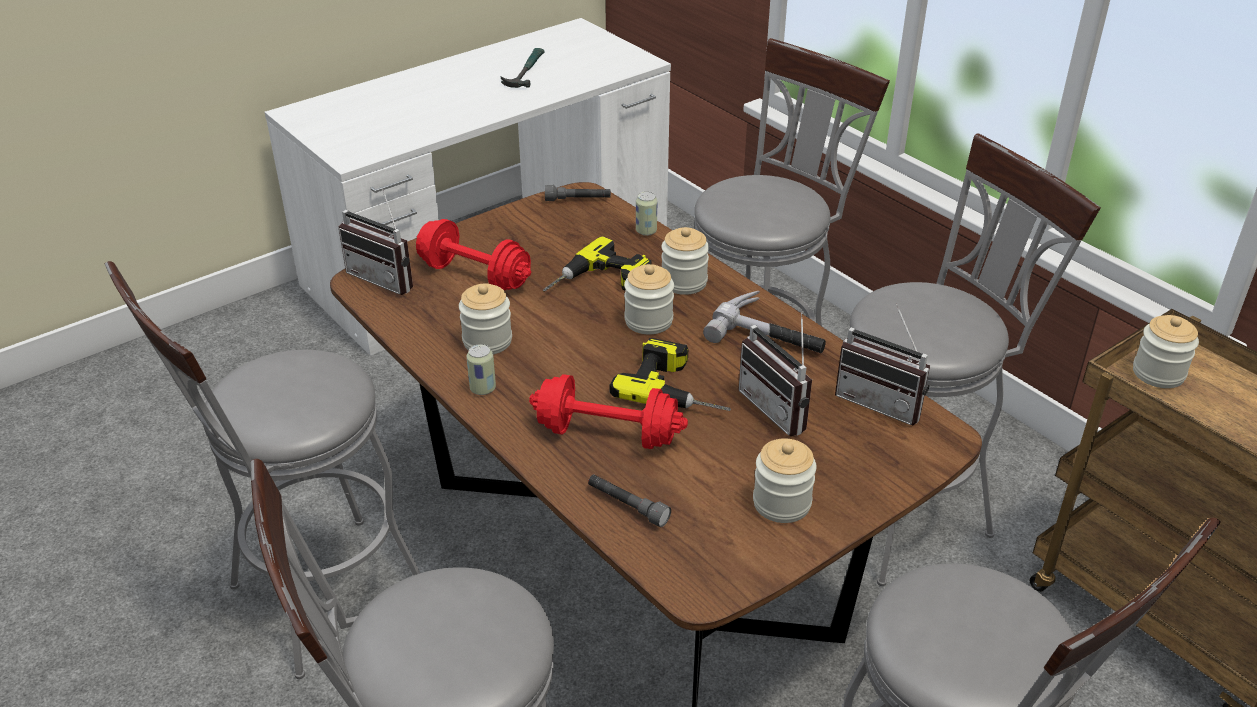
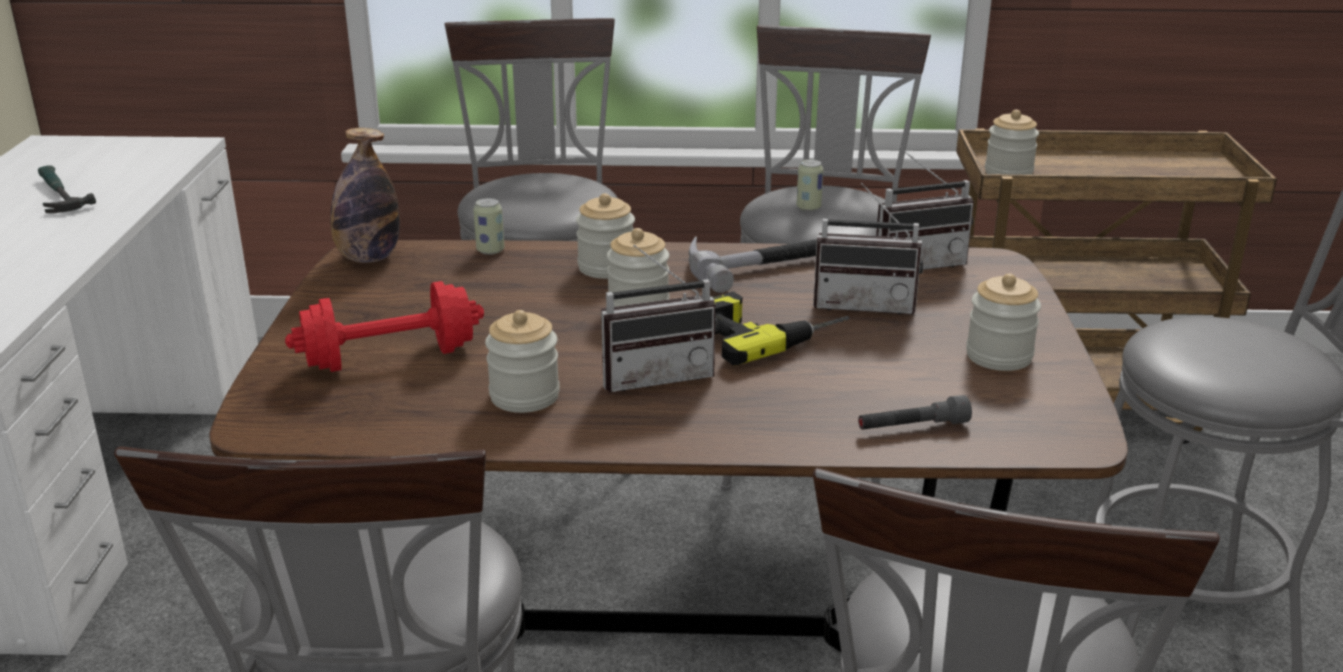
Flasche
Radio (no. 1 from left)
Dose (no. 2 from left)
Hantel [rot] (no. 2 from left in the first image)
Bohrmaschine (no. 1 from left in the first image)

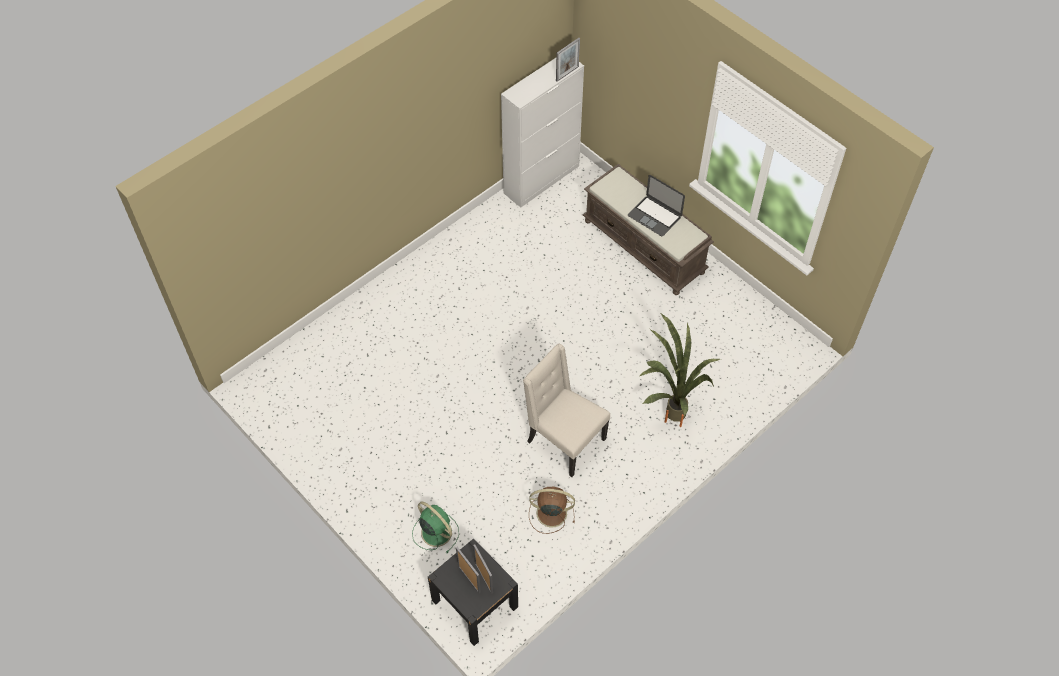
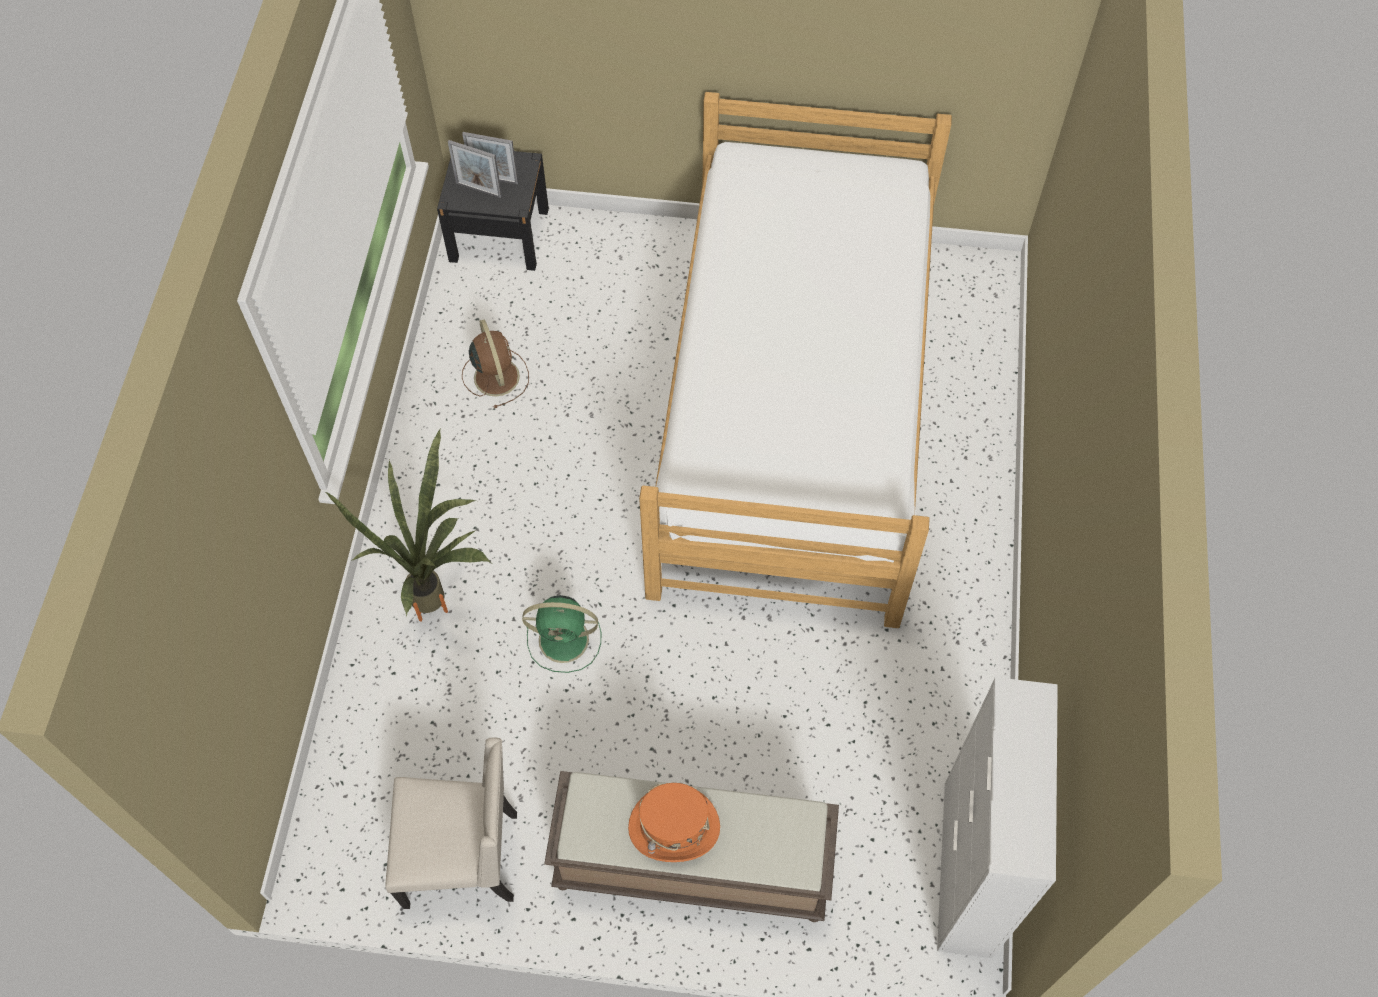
Stuhl [beige]
Ventilator [braun]
Ventilator [grün]
Hut [orange]
Bett
Bilderrahmen (no. 3 from left in the first image)

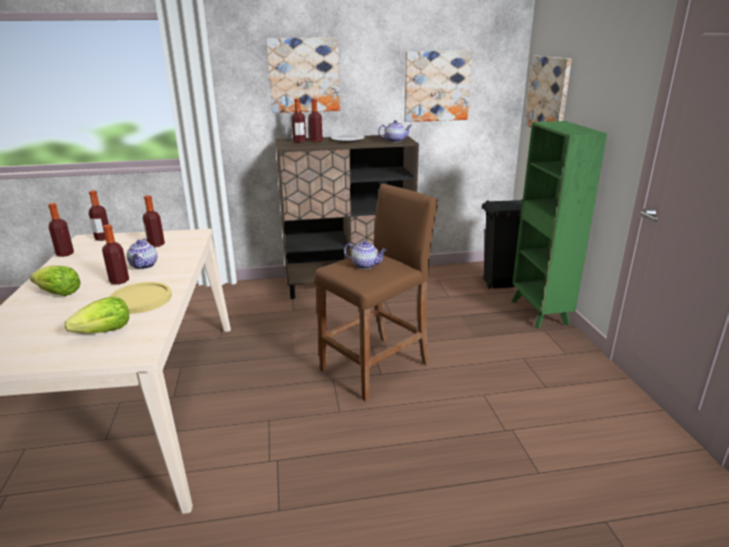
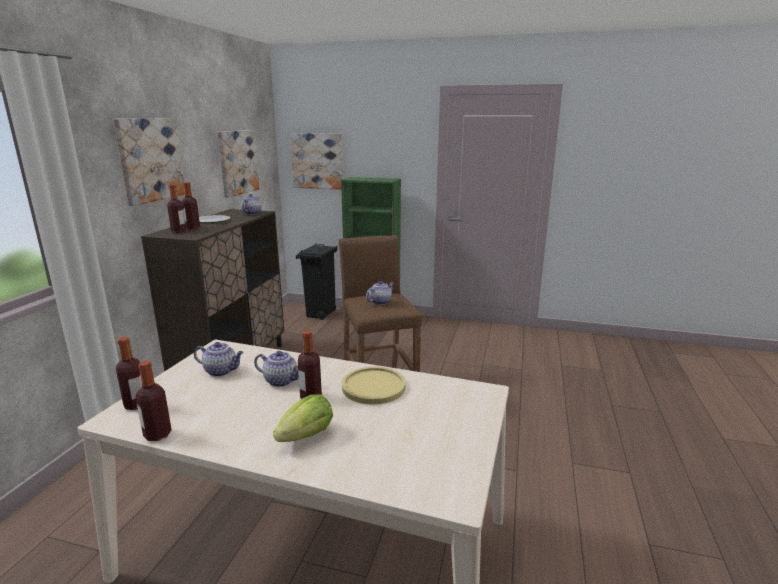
Teekanne (no. 1 from left)
Salatkopf (no. 2 from left in the first image)

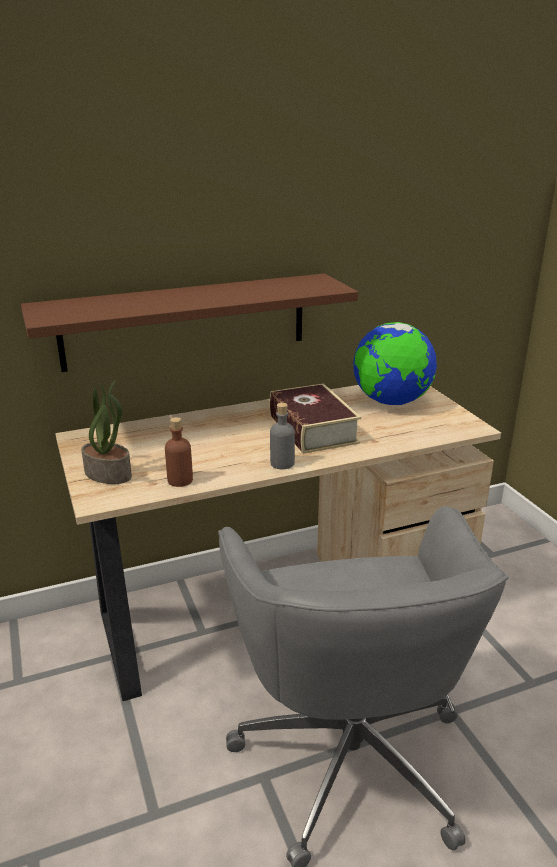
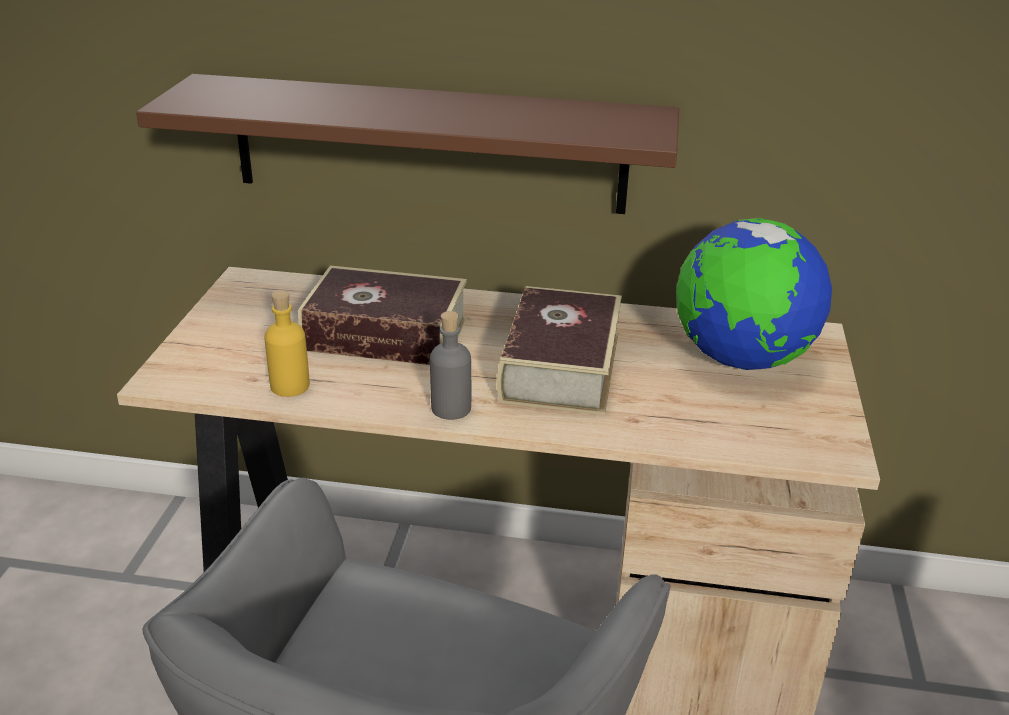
Flasche [gelb]
Buch (no. 1 from left)
Topfpflanze

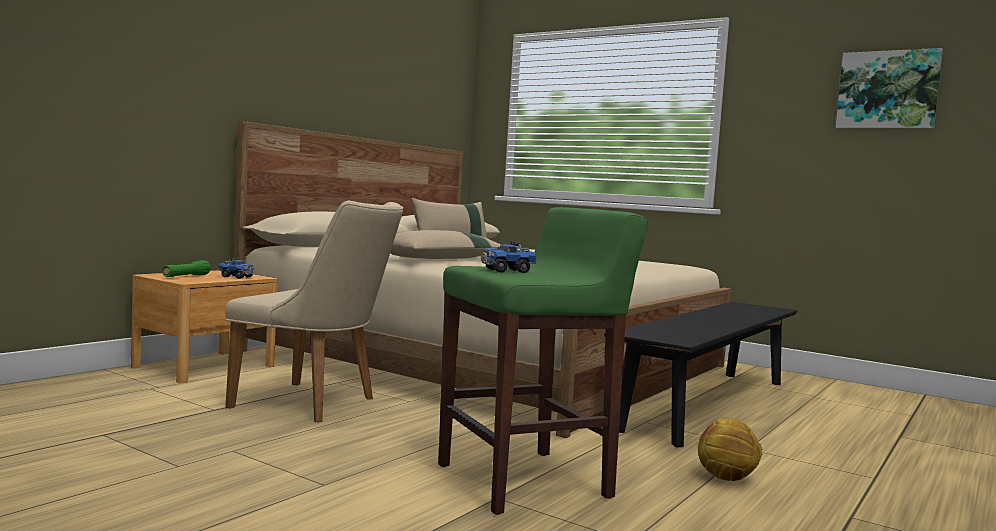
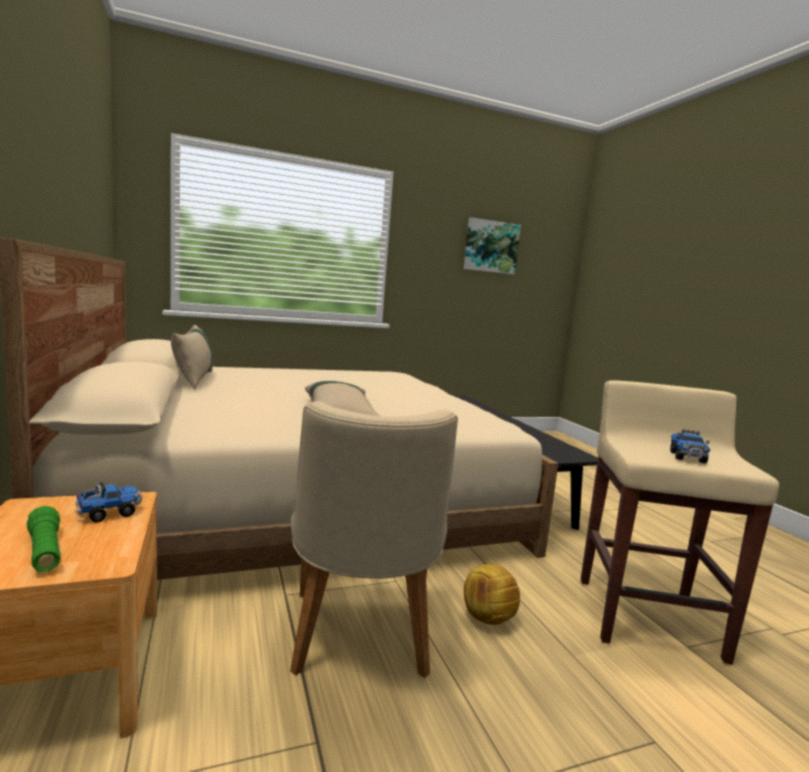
Stuhl [beige]
Fußball
Hocker [beige]

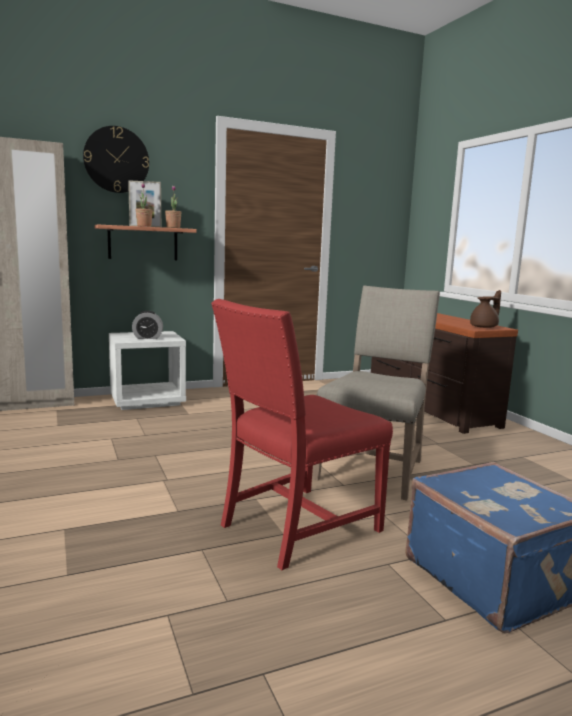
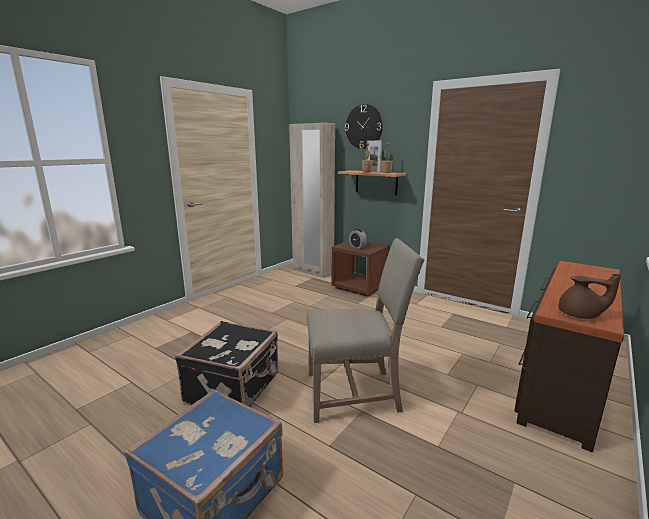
Koffer [schwarz]
Nachttisch [braun]

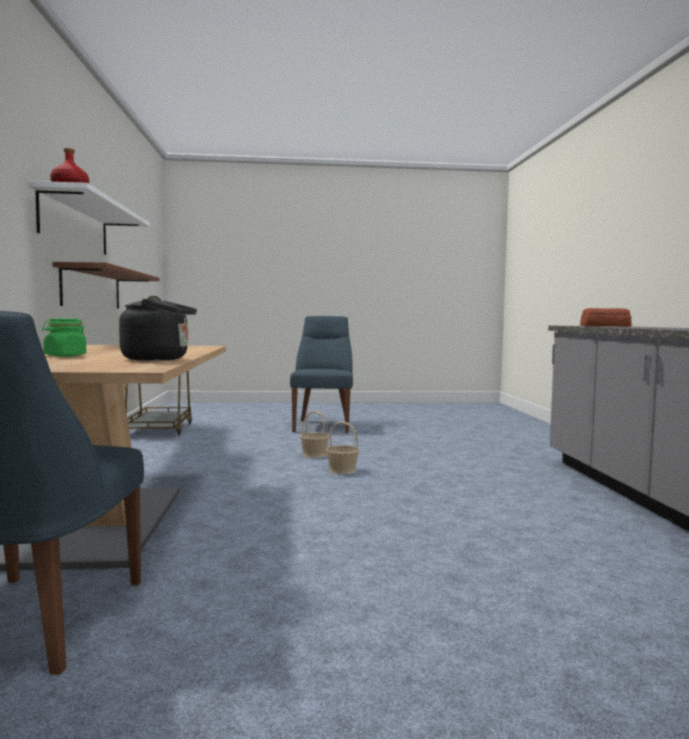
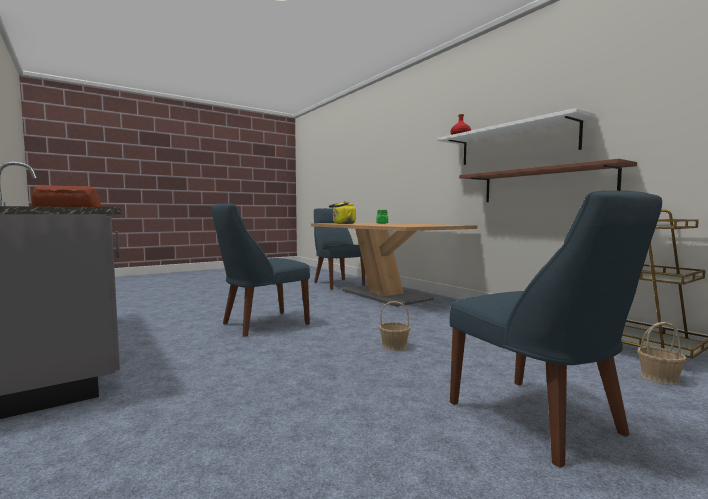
Stuhl [blau] (no. 1 from left)
Wasserkessel [gelb]
Korb (no. 2 from left)

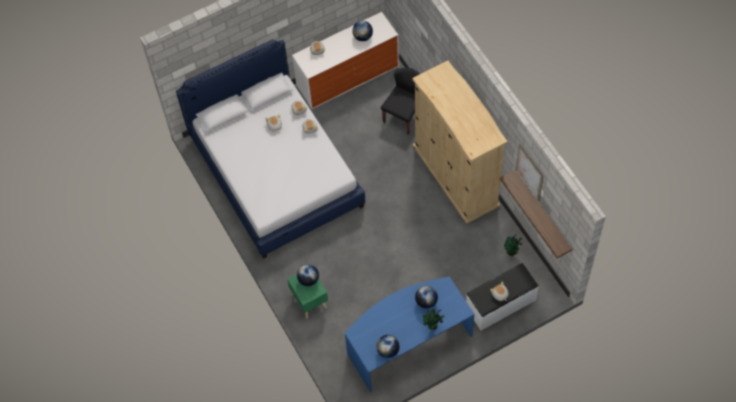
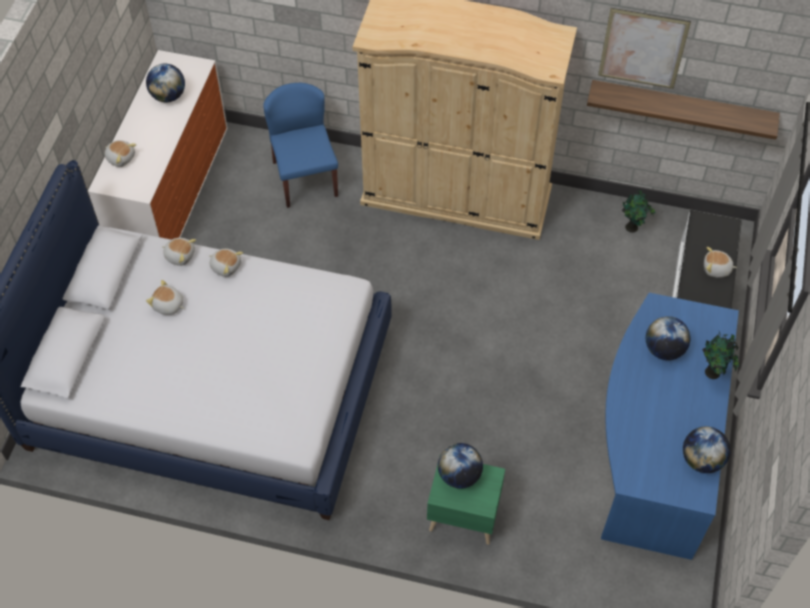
Stuhl [blau]

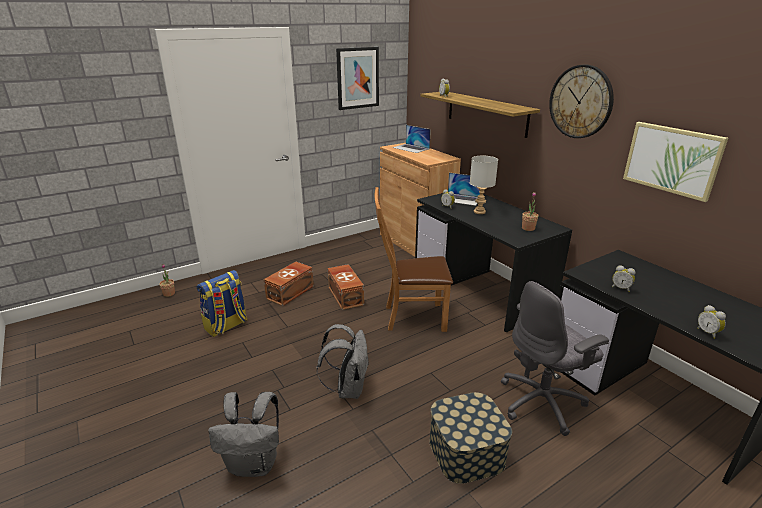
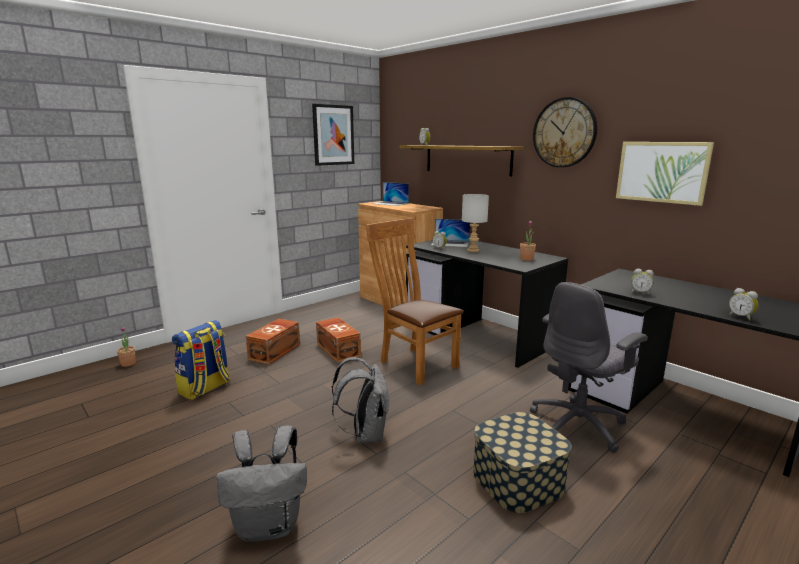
Stuhl [braun]

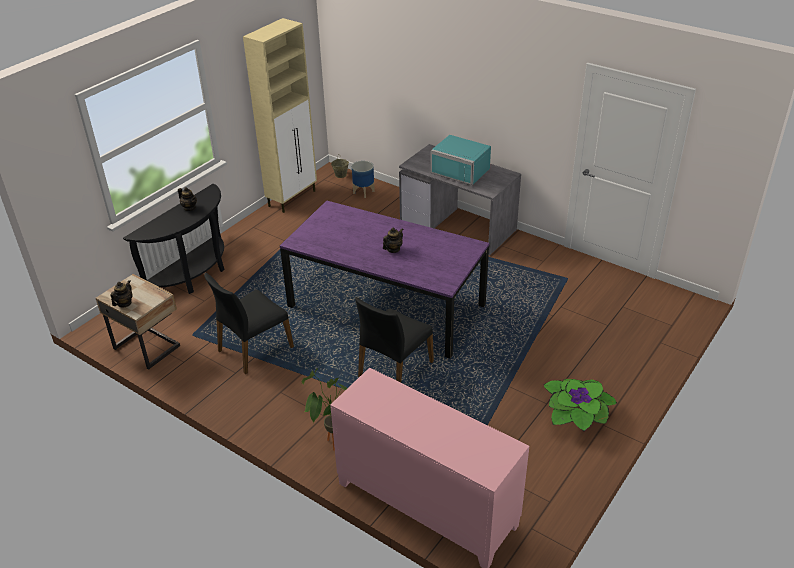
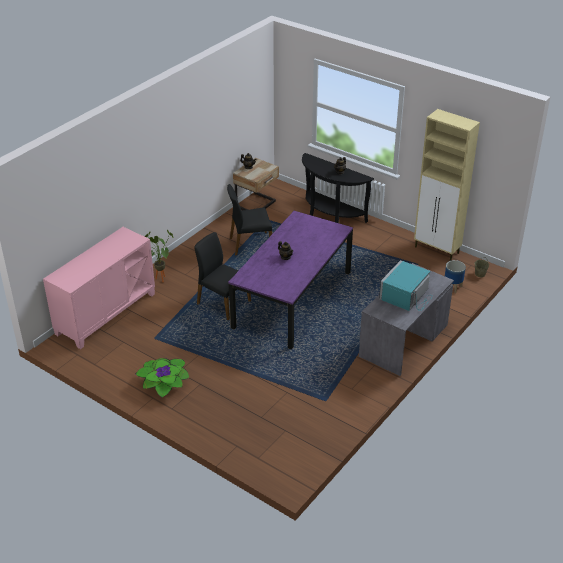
Stuhl [schwarz] (no. 2 from left)

